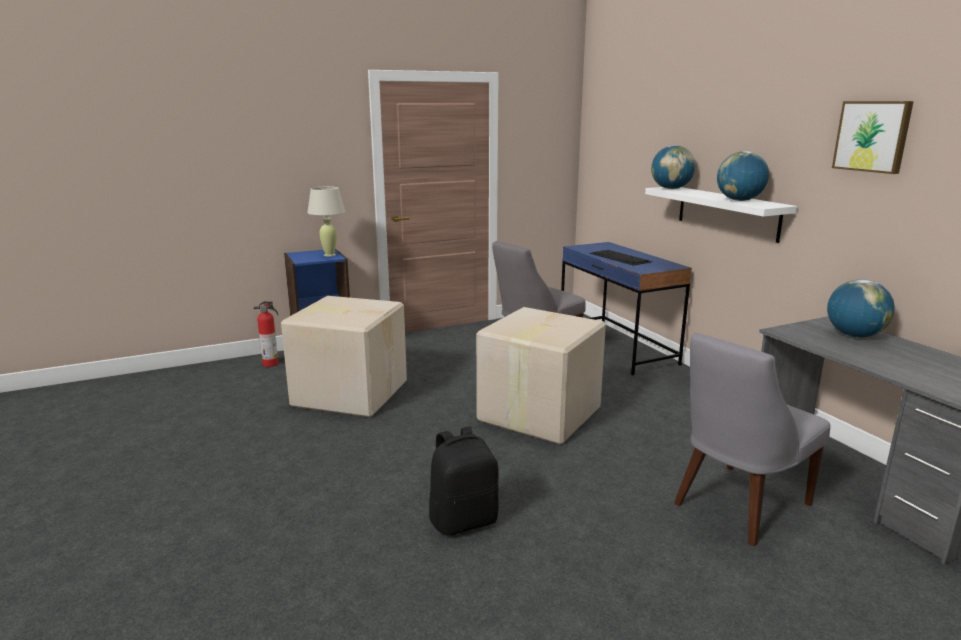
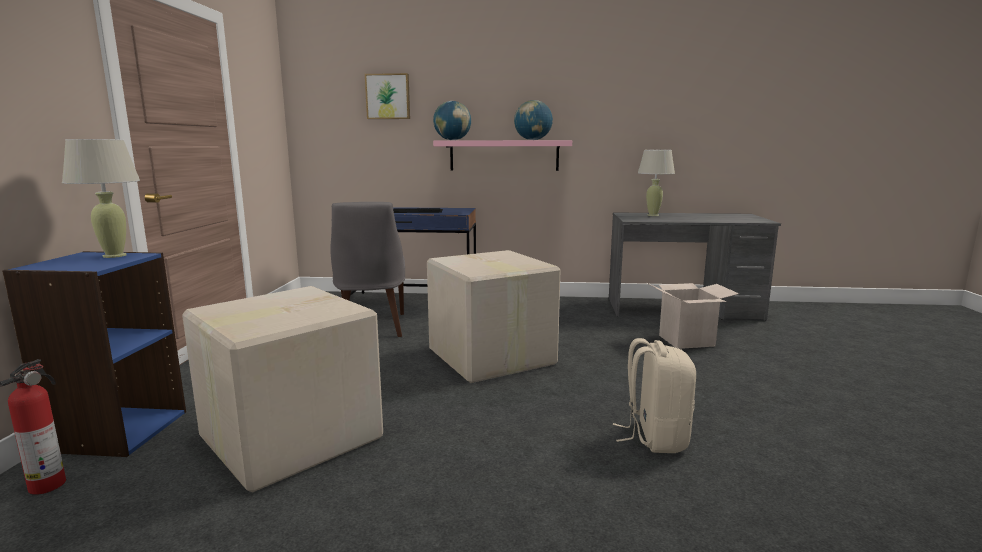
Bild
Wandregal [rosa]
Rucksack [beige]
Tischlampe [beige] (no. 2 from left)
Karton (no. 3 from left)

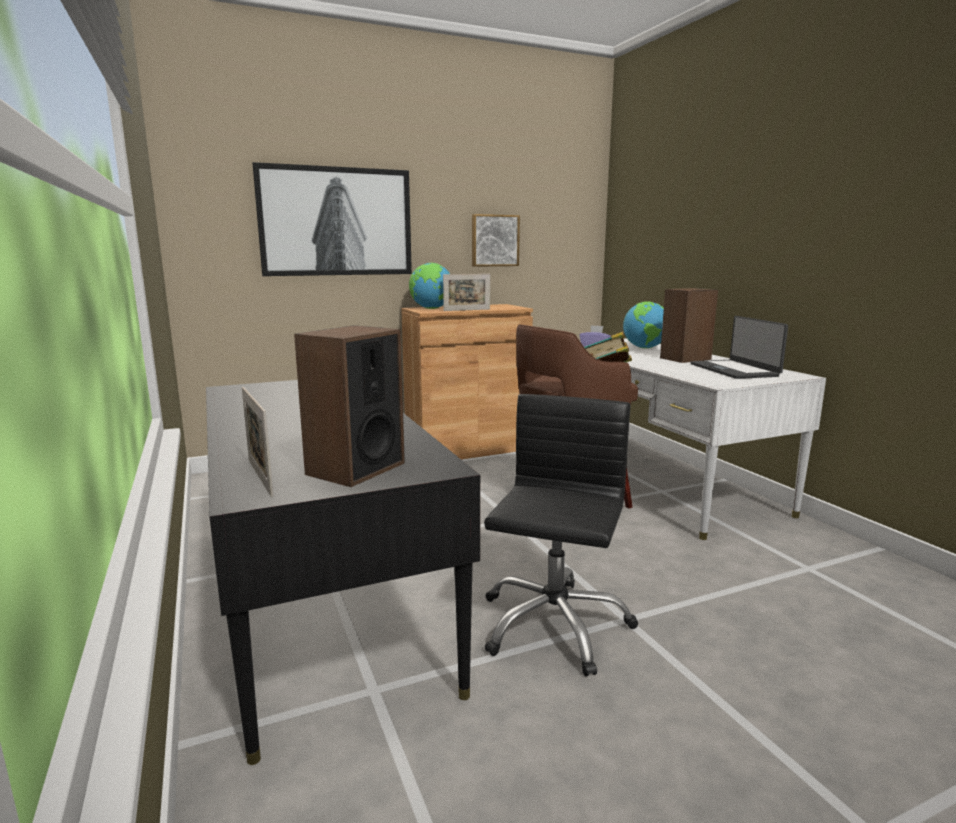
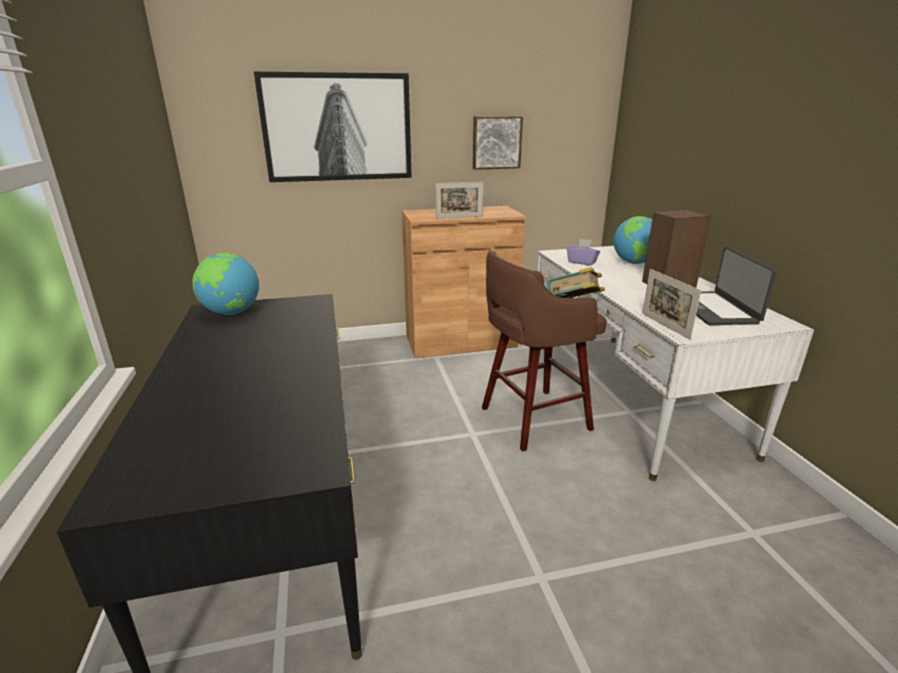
Globus (no. 1 from left)
Bilderrahmen (no. 2 from left)
Lautsprecher (no. 1 from left in the first image)
Bürostuhl [schwarz]

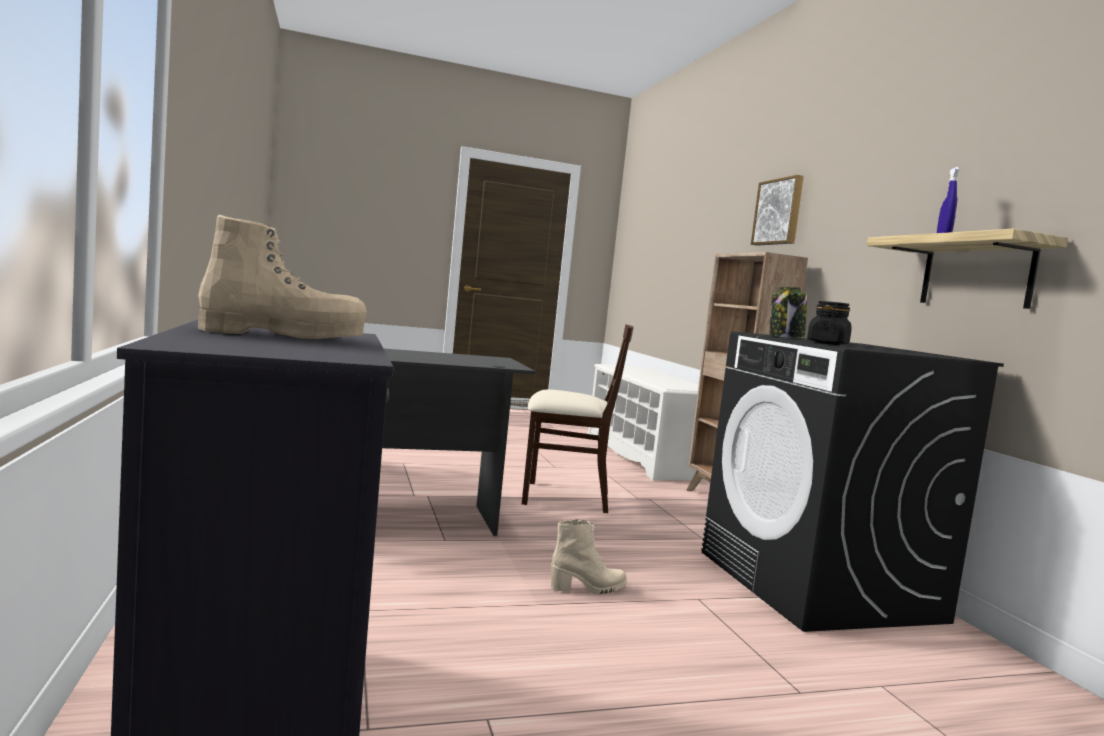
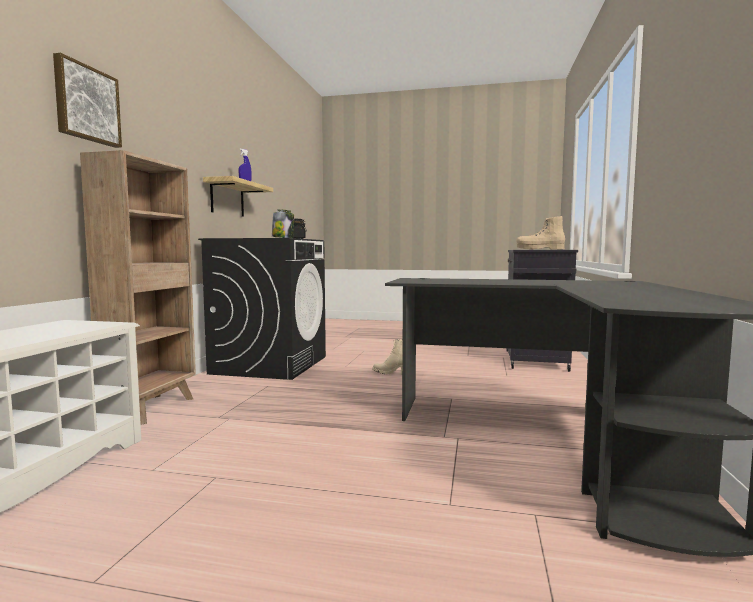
Stuhl [beige]

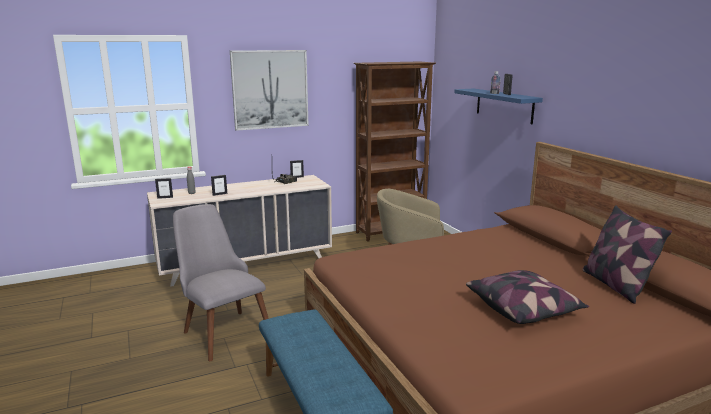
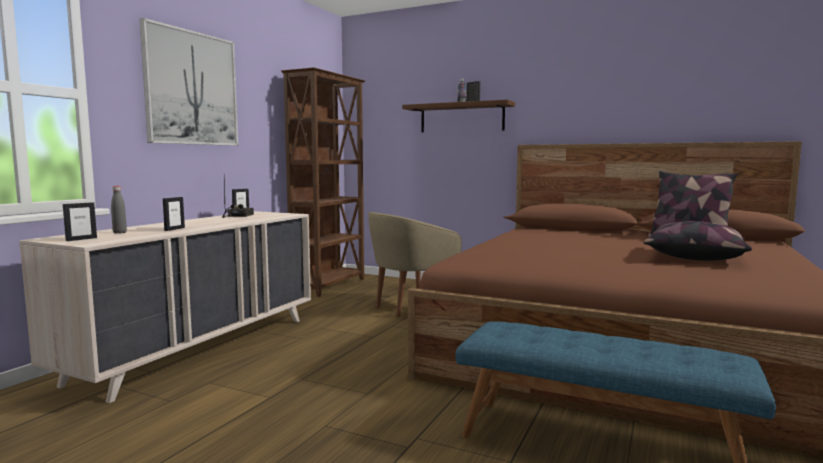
Wandregal [braun]
Stuhl [grau]

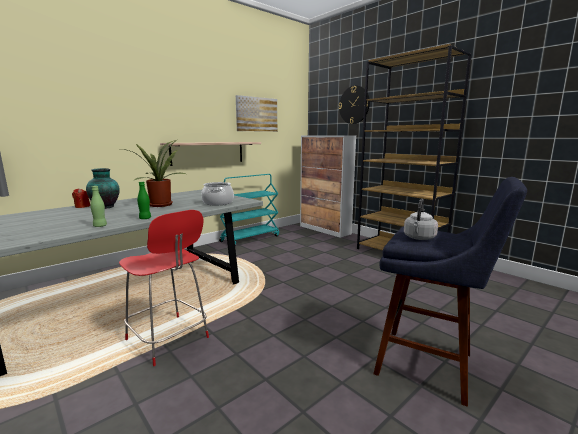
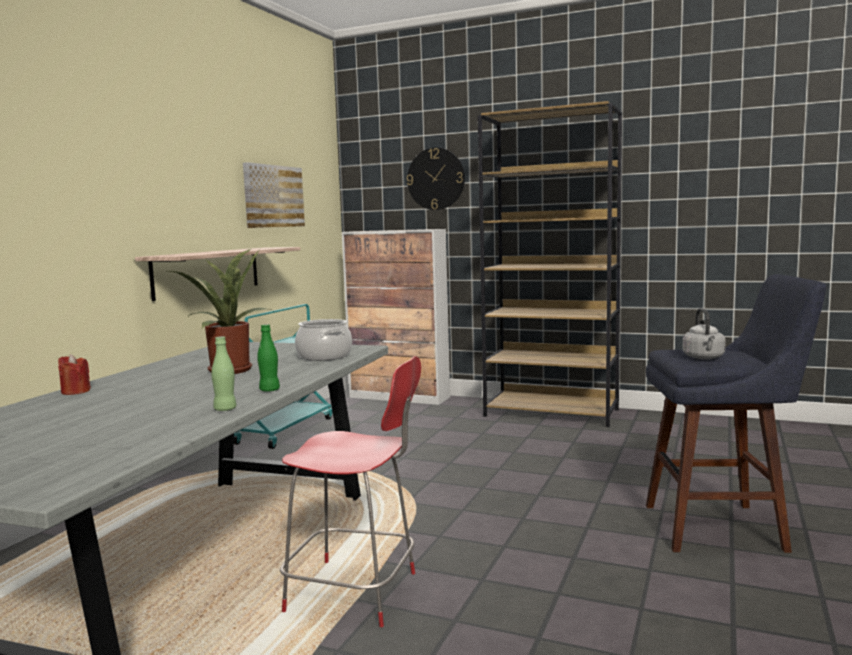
Vase

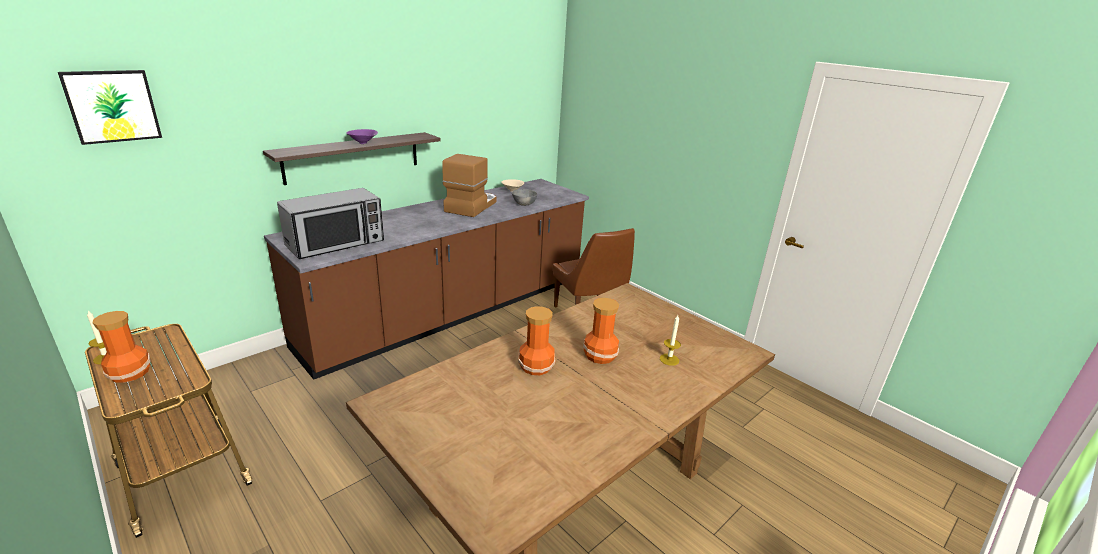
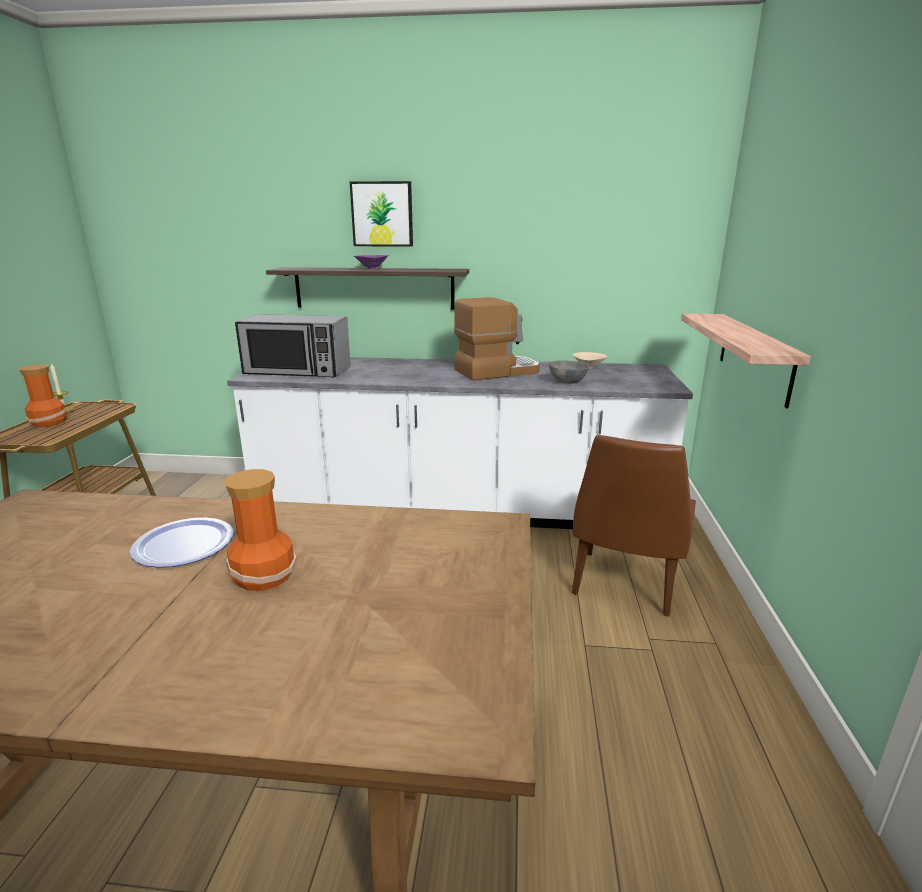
Teller
Küchenzeile [weiß]
Bild
Wandregal (no. 2 from left)
Kerze (no. 2 from left in the first image)

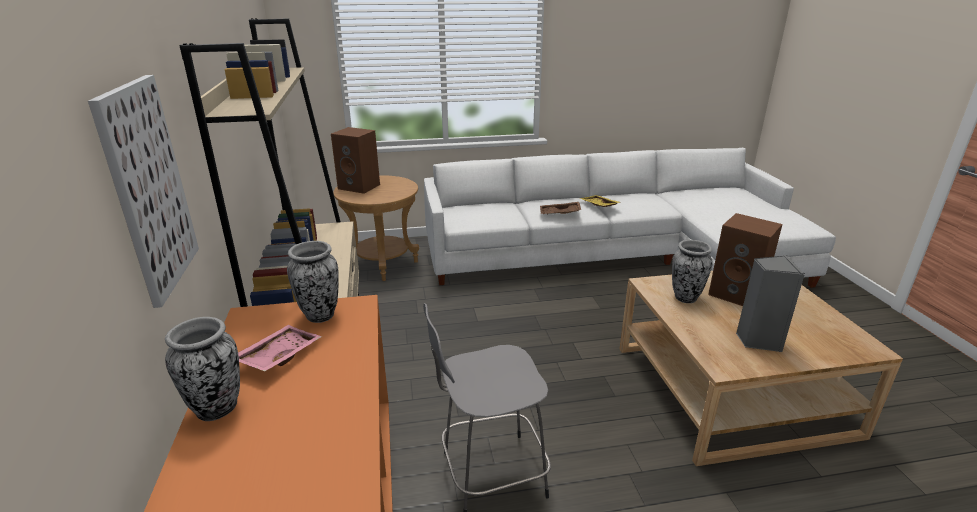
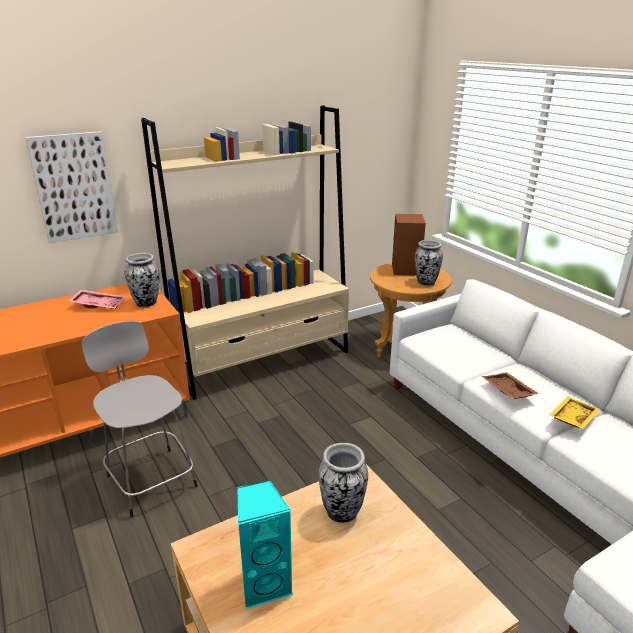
Lautsprecher [türkis]
Vase (no. 3 from left)
Lautsprecher [braun] (no. 2 from left in the first image)

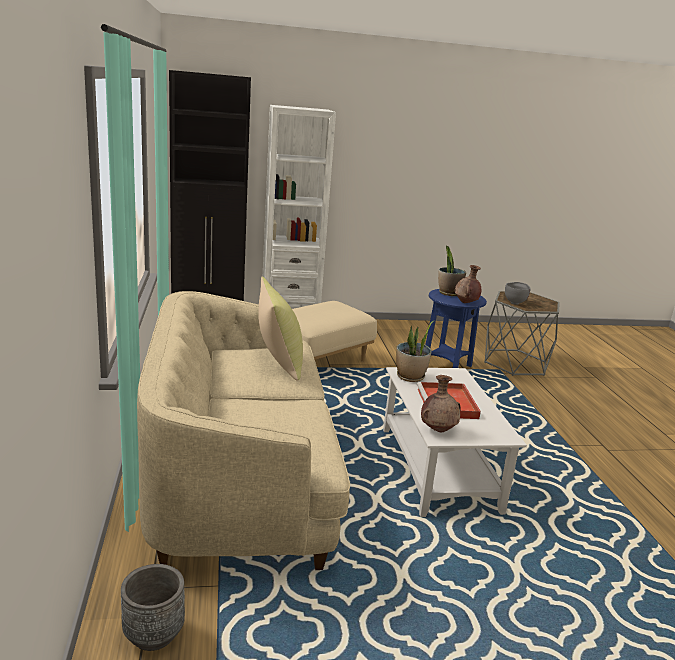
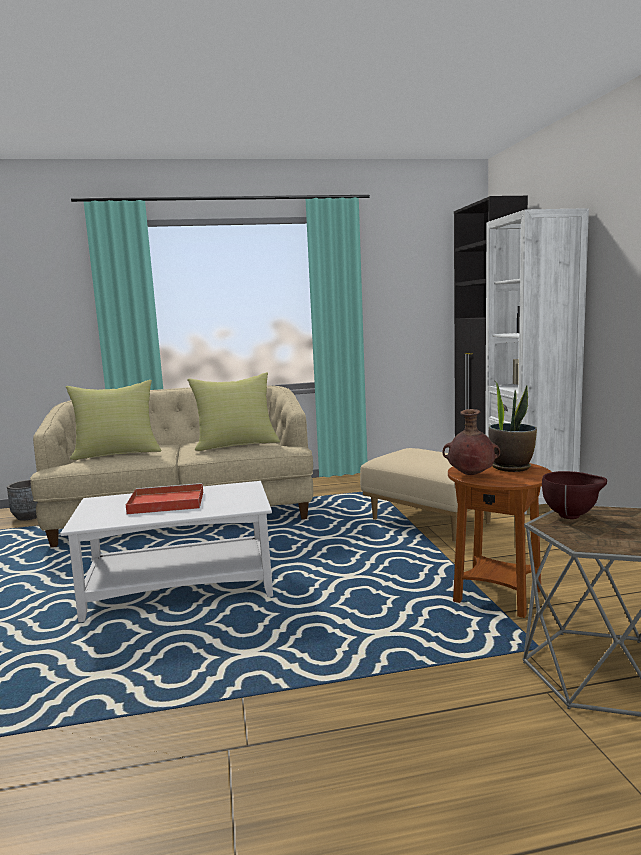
Kissen [gelb] (no. 1 from left)
Beistelltisch [braun]
Schüssel [braun]
Topfpflanze (no. 1 from left in the first image)
Vase [braun] (no. 1 from left in the first image)

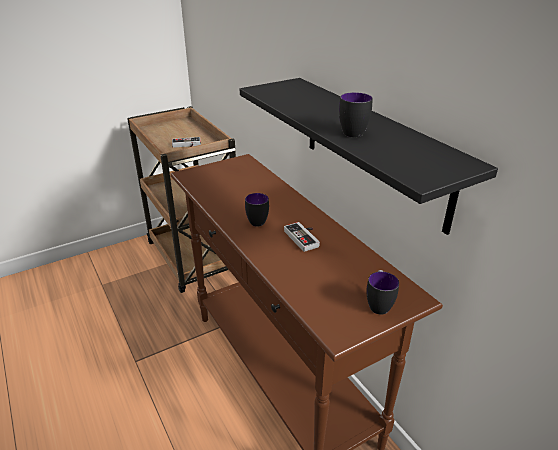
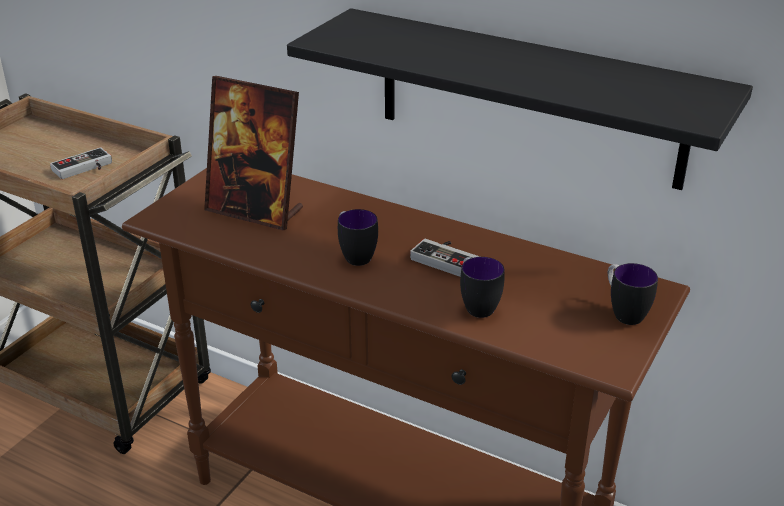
Bilderrahmen
Henkelbecher (no. 2 from left)

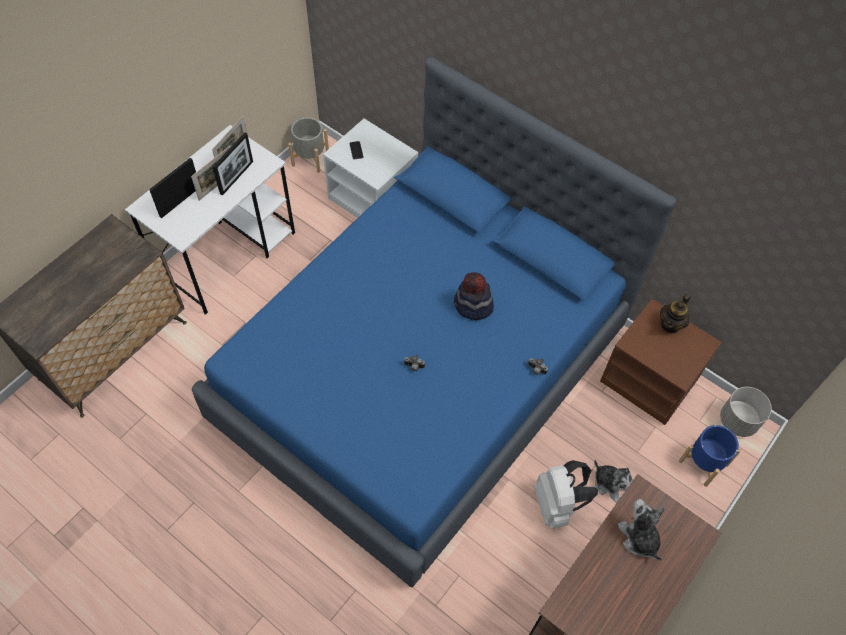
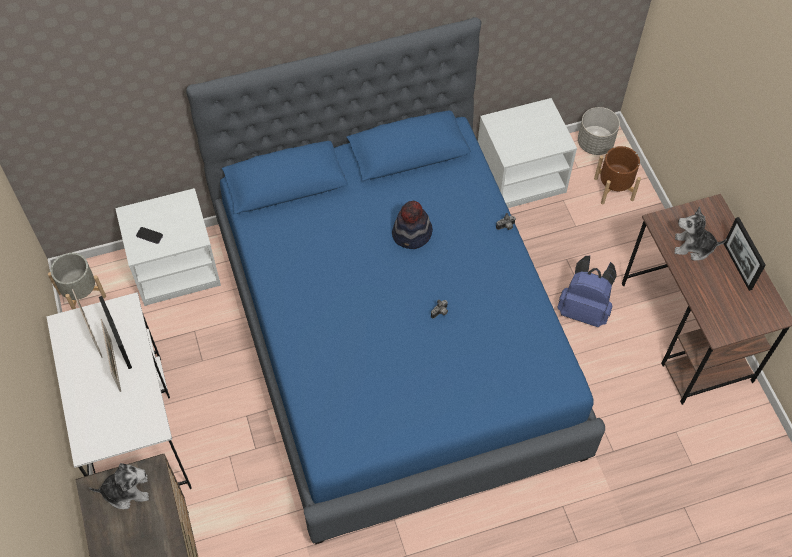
Plüschtier (no. 1 from left)
Nachttisch [weiß] (no. 2 from left)
Rucksack [blau]
Pflanzkübel [braun]
Bilderrahmen (no. 4 from left)
Teekanne

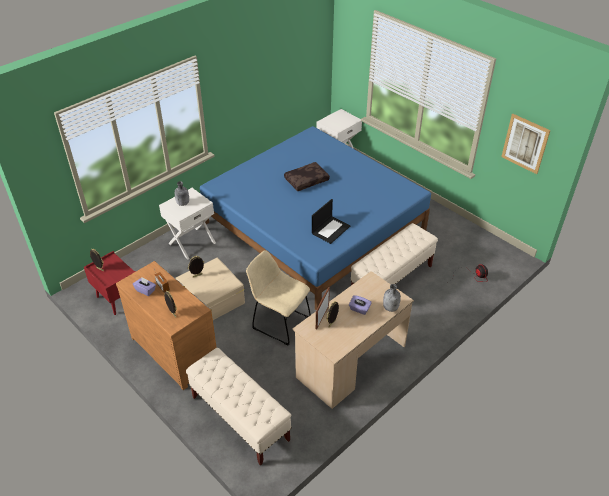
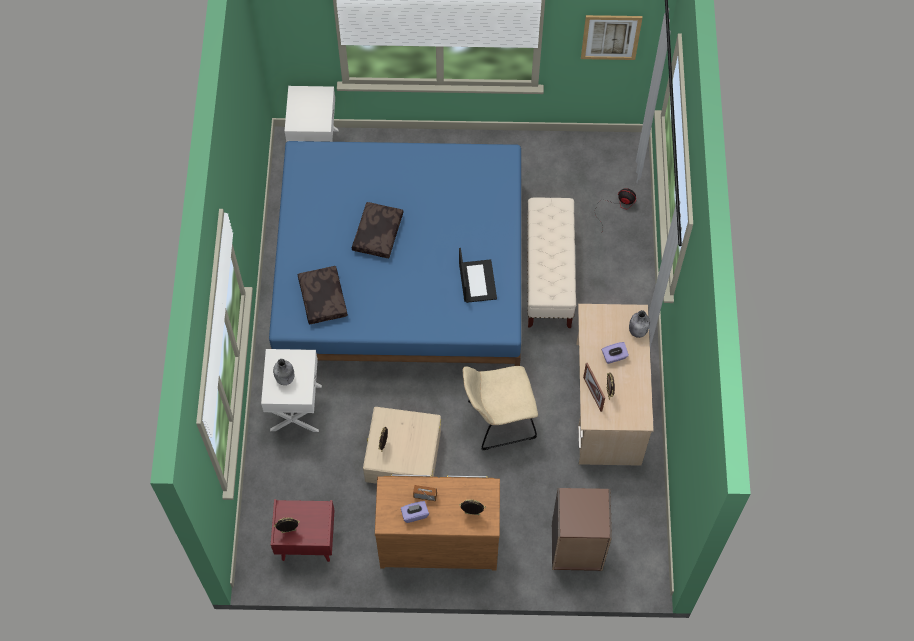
Kissen [braun] (no. 1 from left)
Bücherregal [braun]

